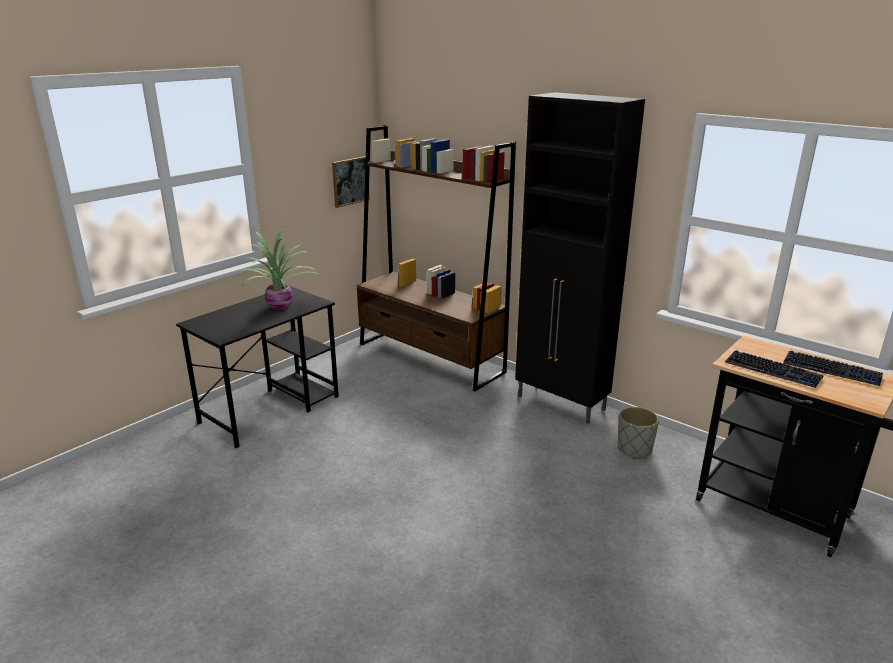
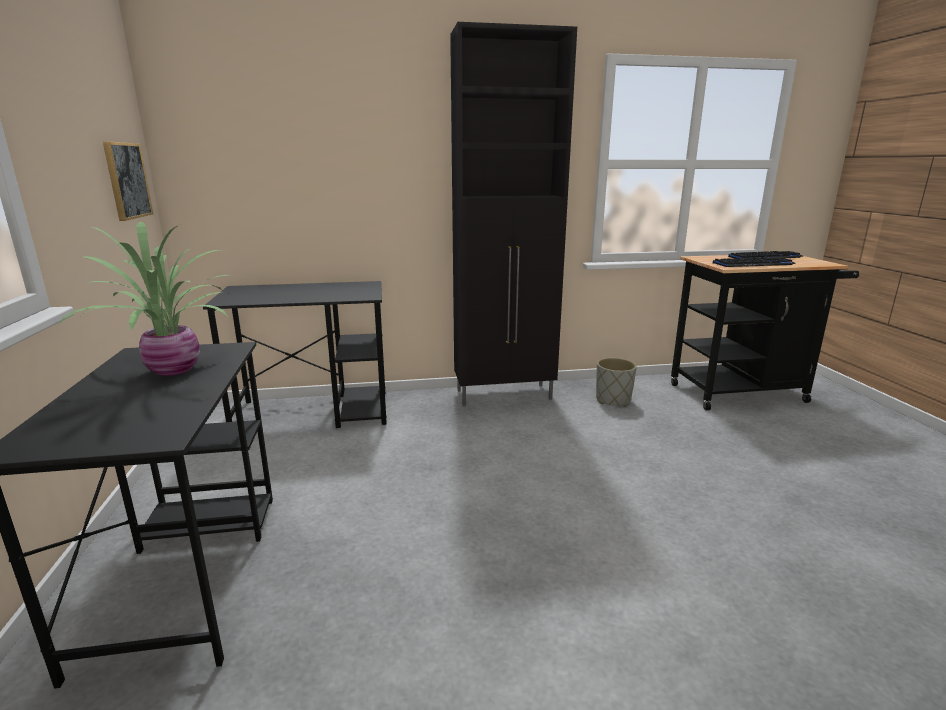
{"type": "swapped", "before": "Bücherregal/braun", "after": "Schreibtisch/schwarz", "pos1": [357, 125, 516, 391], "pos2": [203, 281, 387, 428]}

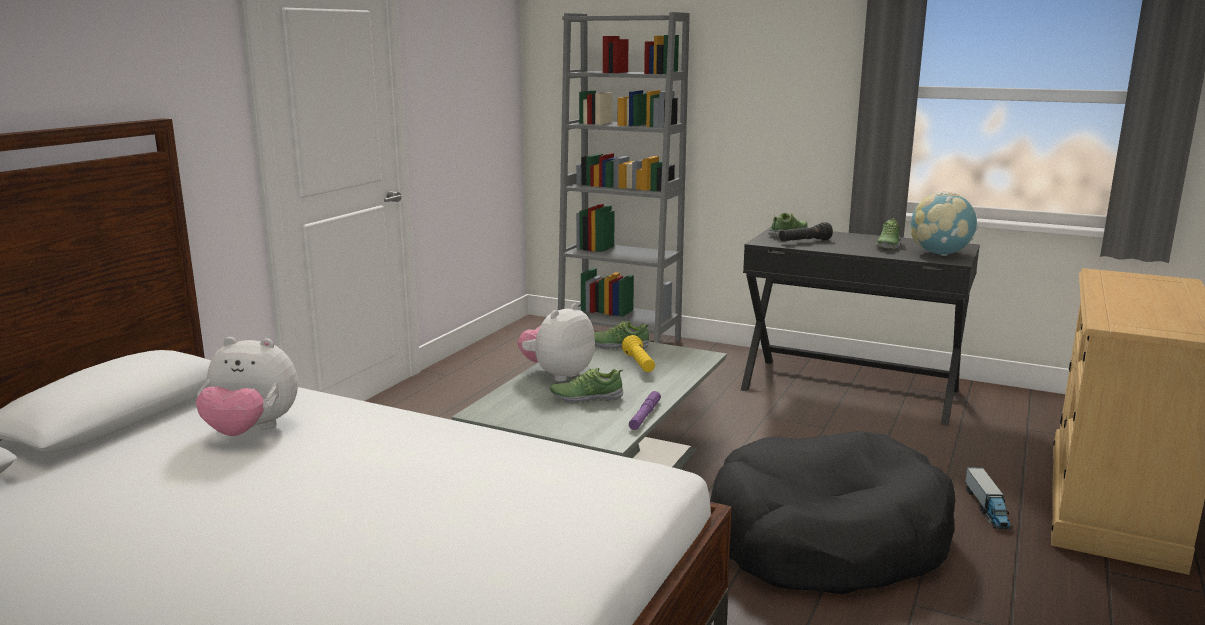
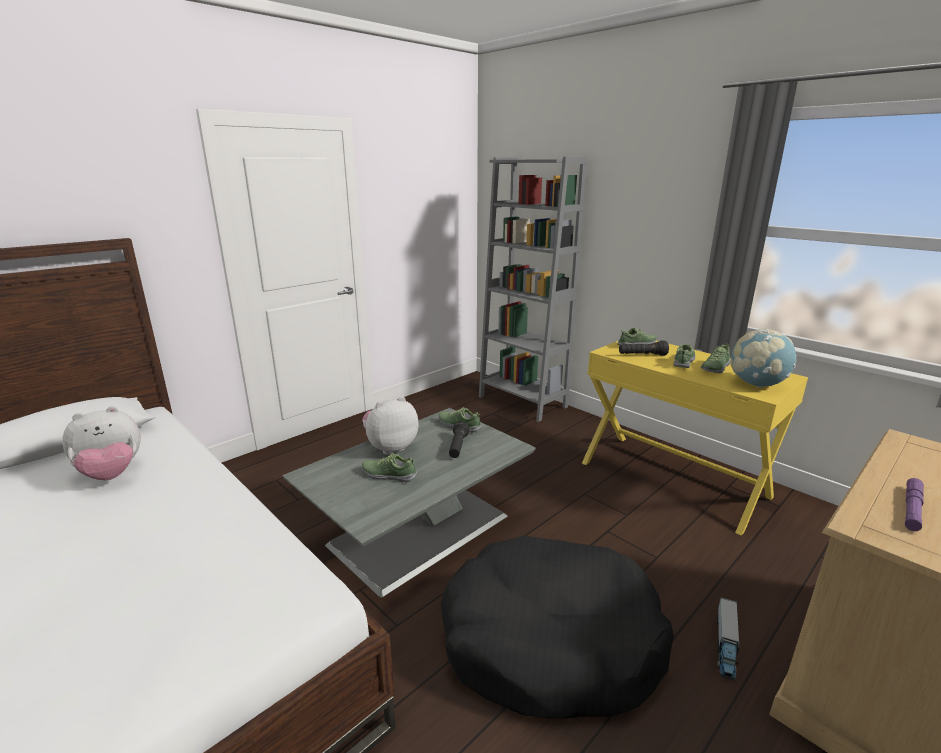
{"type": "repainted", "before": "Schreibtisch/schwarz", "after": "Schreibtisch/gelb", "pos1": [741, 227, 980, 426], "pos2": [582, 340, 808, 536]}
{"type": "repainted", "before": "Taschenlampe/gelb", "after": "Taschenlampe/schwarz", "pos1": [622, 335, 655, 372], "pos2": [449, 421, 469, 458]}
{"type": "rotated", "before": "Plüschtier", "pos1": [196, 337, 298, 436], "pos2": [62, 406, 141, 480], "turn": -60}
{"type": "shifted", "before": "Taschenlampe/lila", "pos1": [629, 391, 661, 430], "pos2": [905, 478, 924, 531]}
{"type": "new", "after": "Schuh", "pos2": [673, 344, 696, 368]}

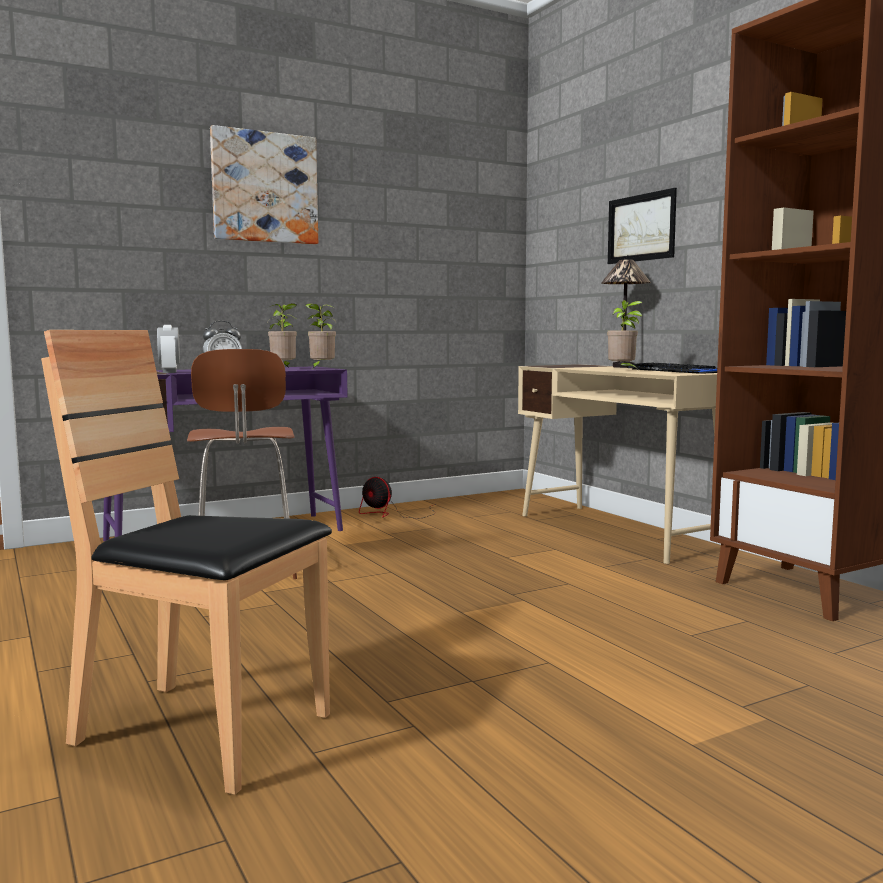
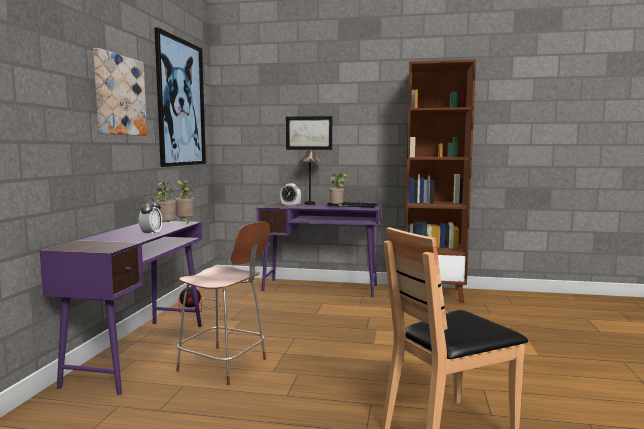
{"type": "shifted", "before": "Wecker", "pos1": [157, 325, 180, 373], "pos2": [280, 183, 301, 206]}
{"type": "repainted", "before": "Schreibtisch/beige", "after": "Schreibtisch/lila", "pos1": [518, 364, 717, 564], "pos2": [257, 203, 381, 297]}
{"type": "new", "after": "Bild", "pos2": [154, 27, 206, 167]}

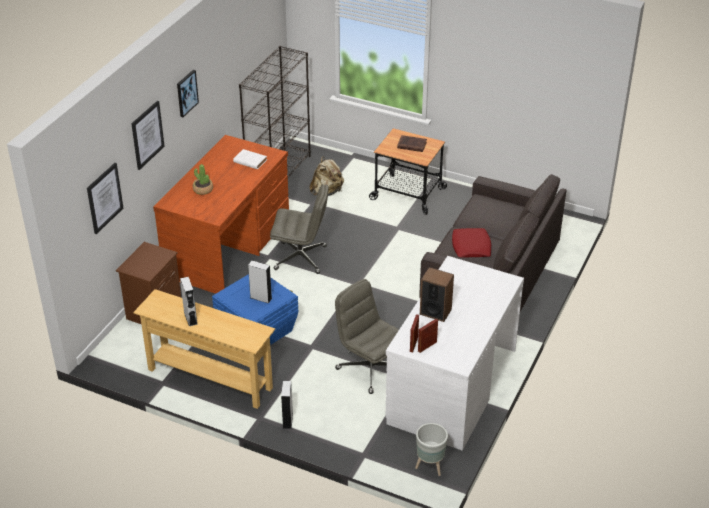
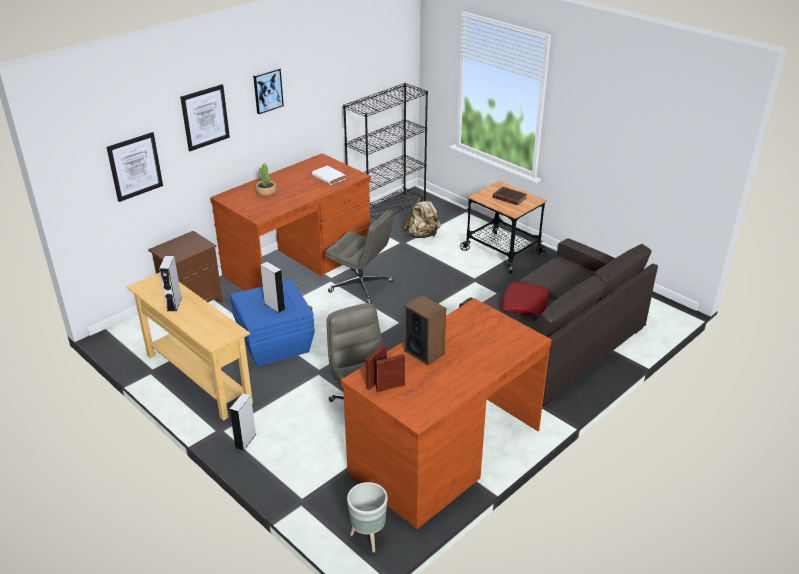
{"type": "repainted", "before": "Schreibtisch/weiß", "after": "Schreibtisch/braun", "pos1": [386, 256, 524, 450], "pos2": [341, 298, 552, 529]}

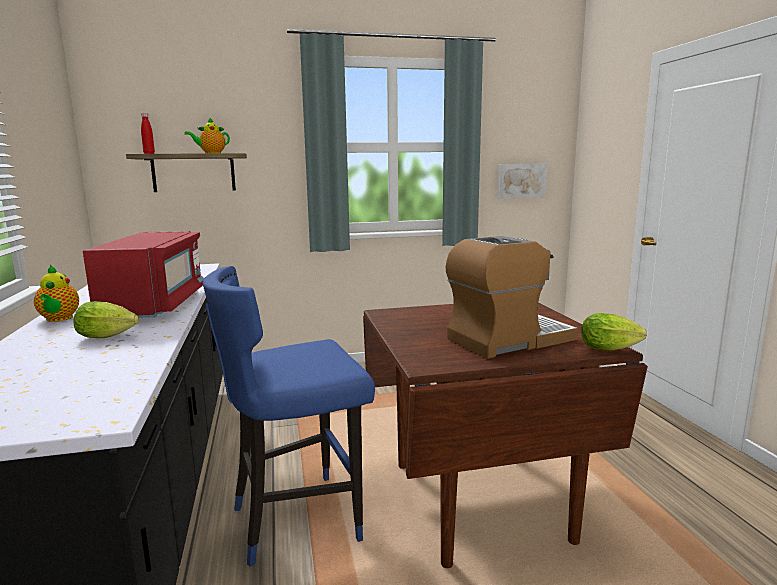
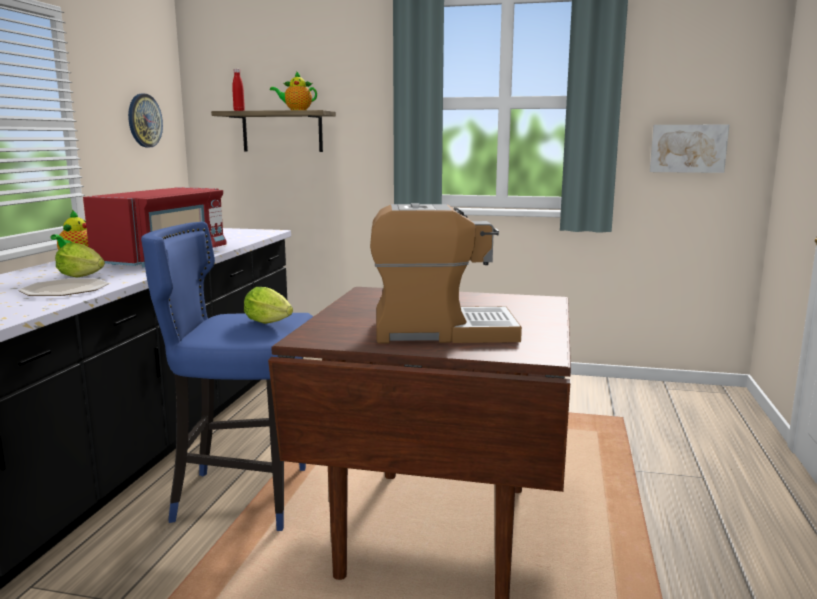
{"type": "shifted", "before": "Salatkopf", "pos1": [581, 313, 647, 351], "pos2": [244, 287, 293, 324]}
{"type": "new", "after": "Wanduhr", "pos2": [128, 94, 163, 147]}
{"type": "new", "after": "Teller", "pos2": [18, 278, 109, 296]}

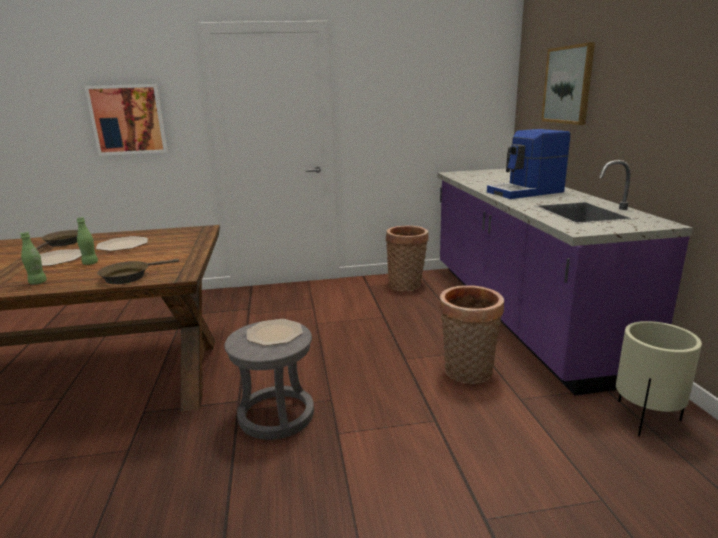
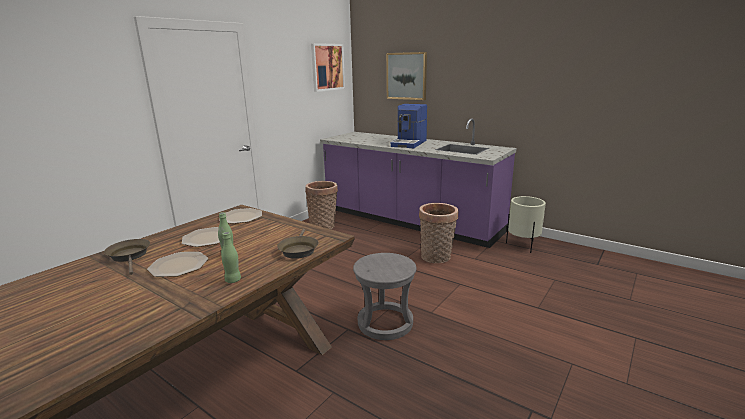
{"type": "shifted", "before": "Bild", "pos1": [84, 84, 168, 156], "pos2": [311, 43, 345, 92]}
{"type": "shifted", "before": "Teller", "pos1": [247, 319, 303, 346], "pos2": [219, 208, 262, 224]}

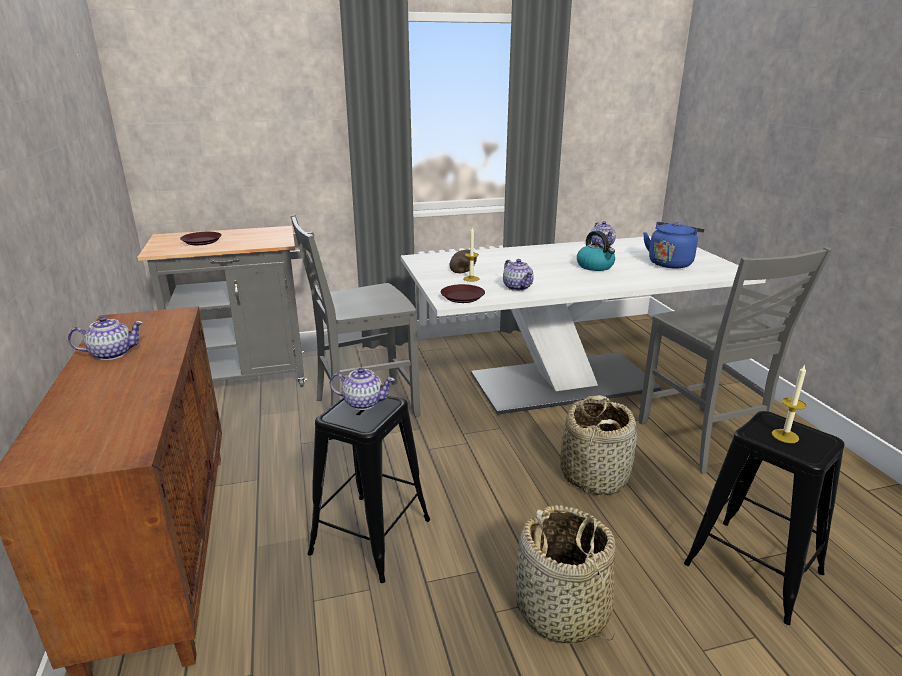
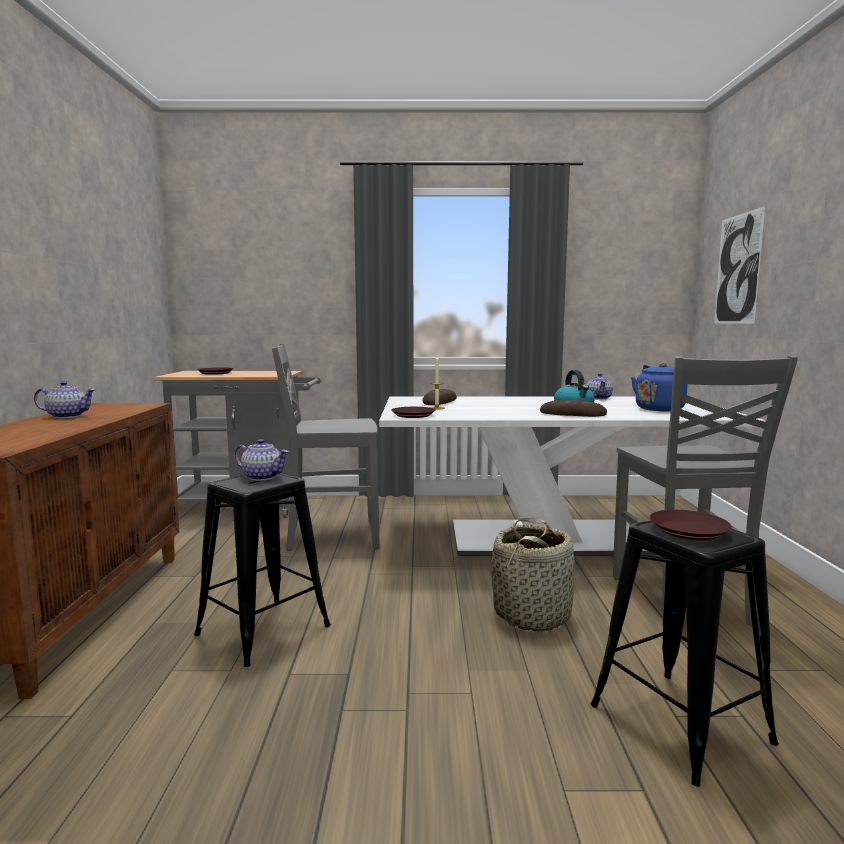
{"type": "gone", "before": "Teekanne", "pos1": [503, 259, 534, 291]}
{"type": "swapped", "before": "Kerze", "after": "Teller/braun", "pos1": [772, 364, 806, 443], "pos2": [650, 510, 732, 540]}
{"type": "gone", "before": "Korb", "pos1": [515, 505, 616, 644]}
{"type": "new", "after": "Bild", "pos2": [714, 206, 766, 324]}
{"type": "new", "after": "Brot", "pos2": [540, 400, 607, 417]}

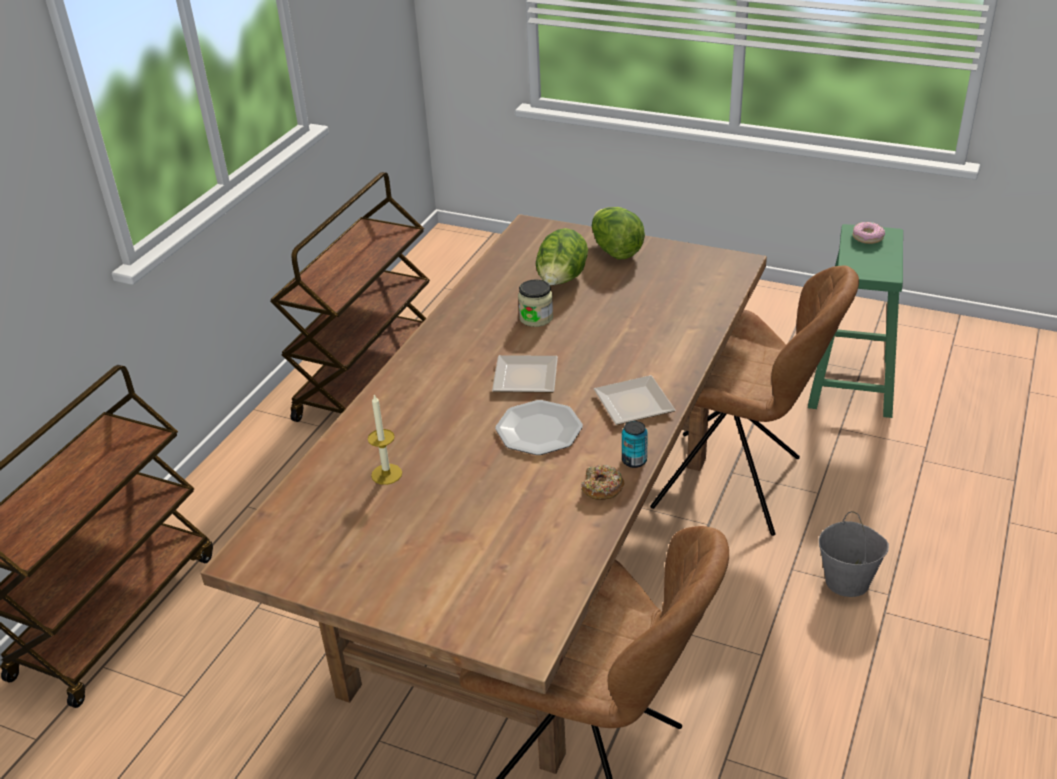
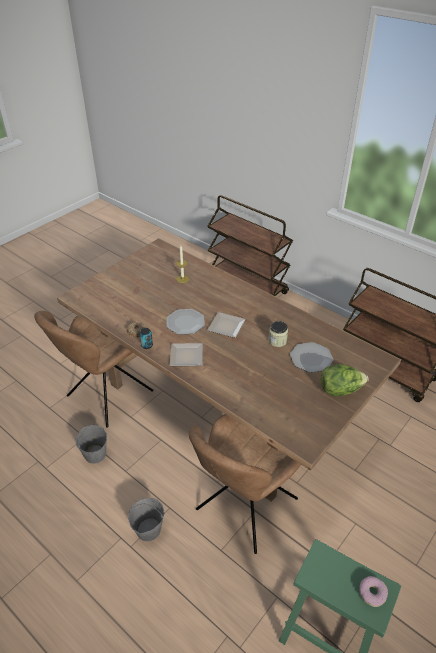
{"type": "swapped", "before": "Salatkopf", "after": "Teller", "pos1": [536, 228, 588, 285], "pos2": [290, 342, 333, 373]}
{"type": "new", "after": "Eimer/grau", "pos2": [76, 424, 107, 464]}

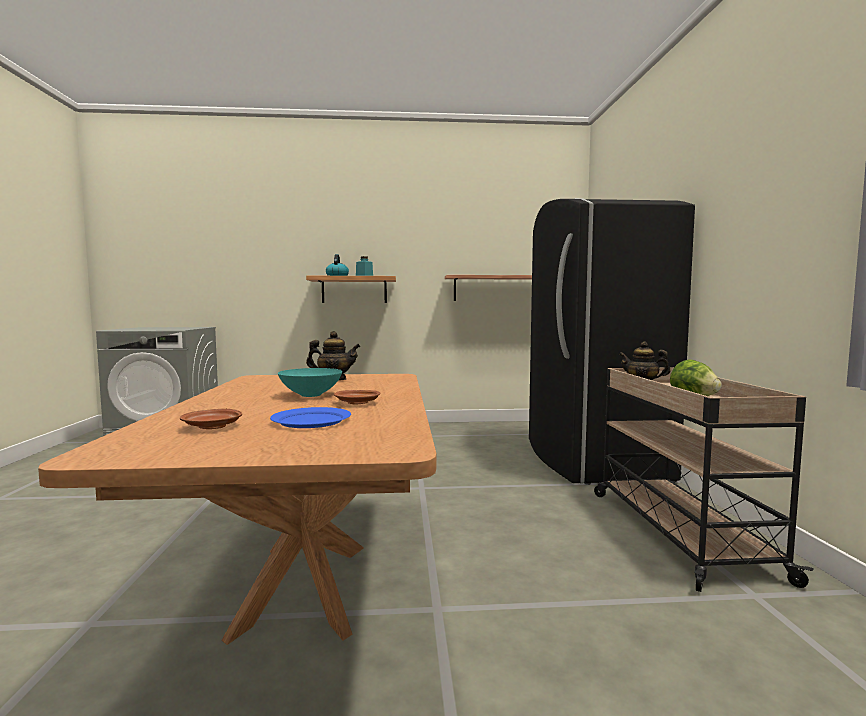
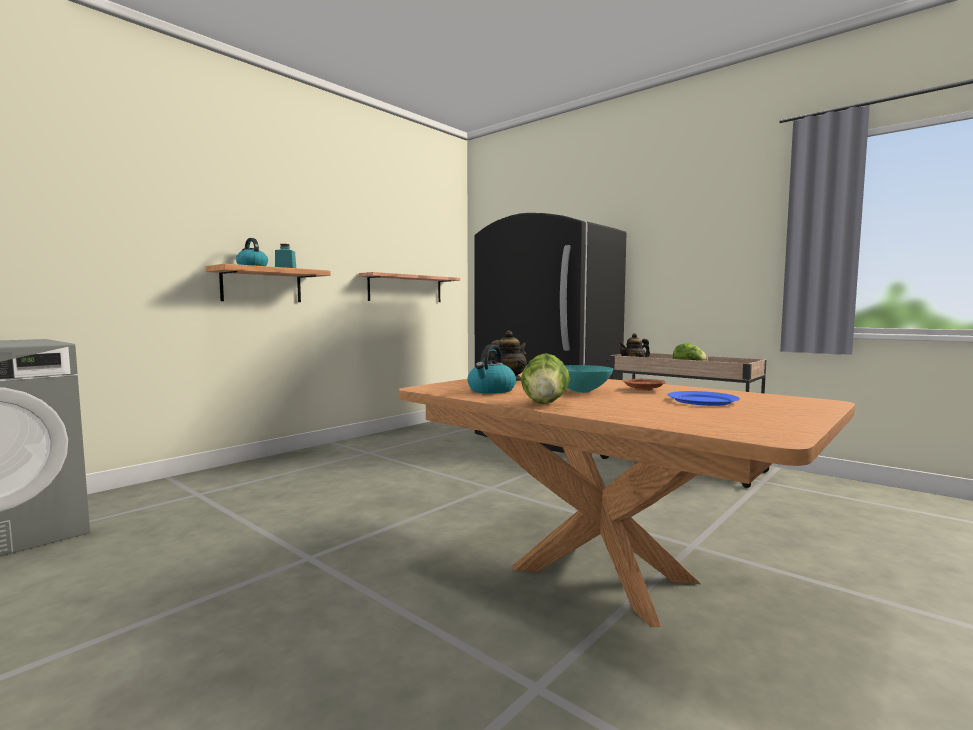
{"type": "gone", "before": "Teller/braun", "pos1": [180, 409, 242, 429]}
{"type": "new", "after": "Wasserkessel", "pos2": [467, 344, 516, 394]}
{"type": "new", "after": "Salatkopf", "pos2": [521, 353, 570, 404]}

